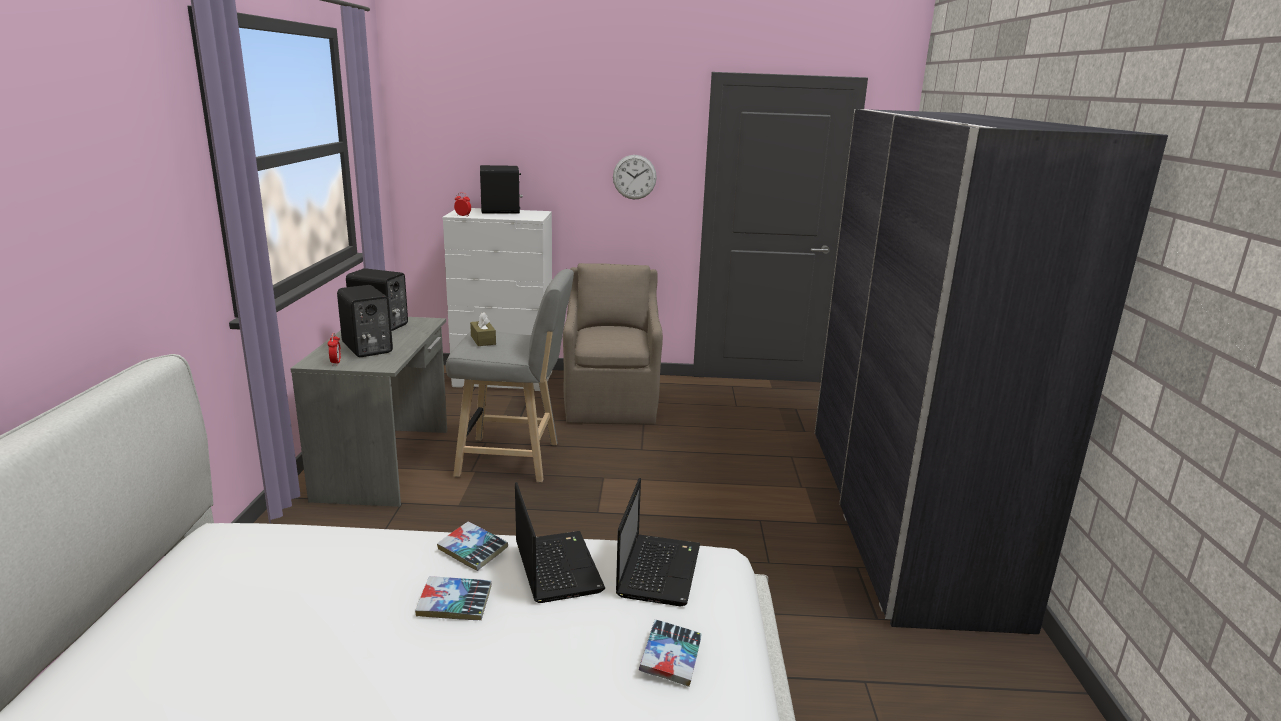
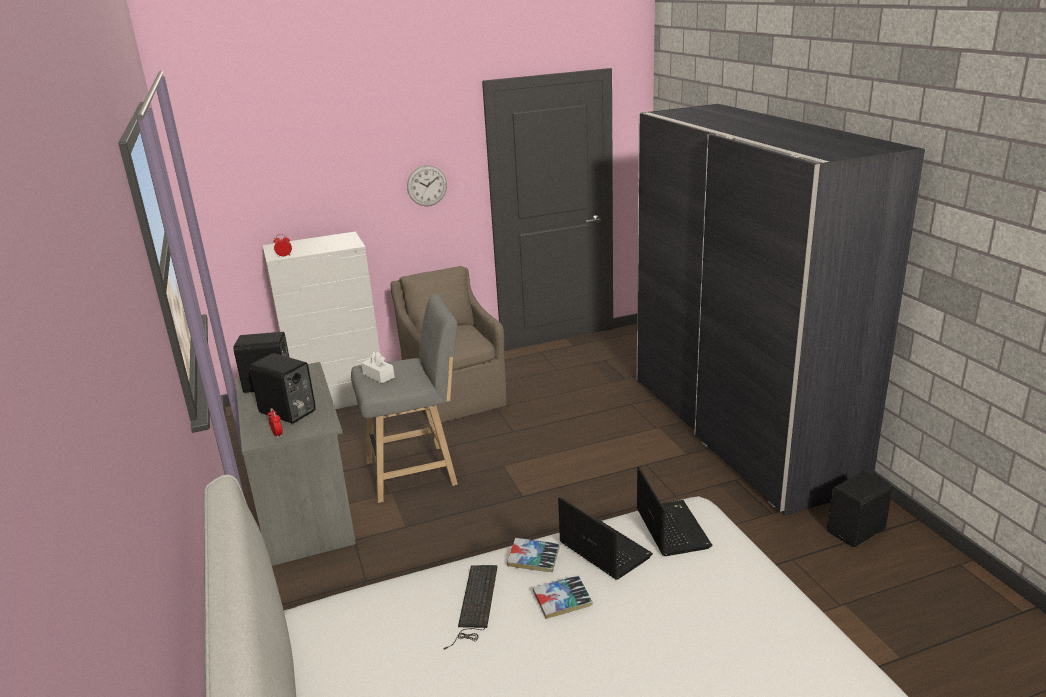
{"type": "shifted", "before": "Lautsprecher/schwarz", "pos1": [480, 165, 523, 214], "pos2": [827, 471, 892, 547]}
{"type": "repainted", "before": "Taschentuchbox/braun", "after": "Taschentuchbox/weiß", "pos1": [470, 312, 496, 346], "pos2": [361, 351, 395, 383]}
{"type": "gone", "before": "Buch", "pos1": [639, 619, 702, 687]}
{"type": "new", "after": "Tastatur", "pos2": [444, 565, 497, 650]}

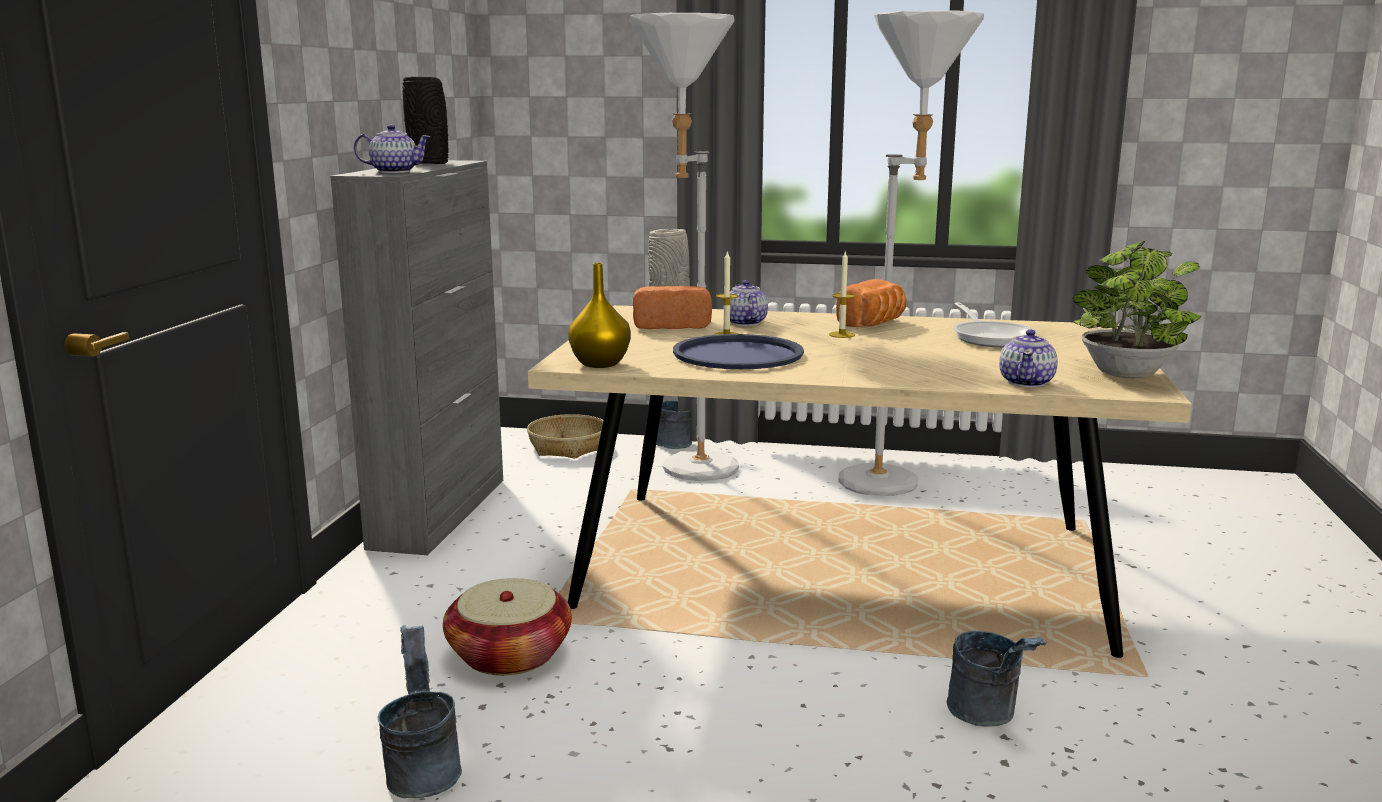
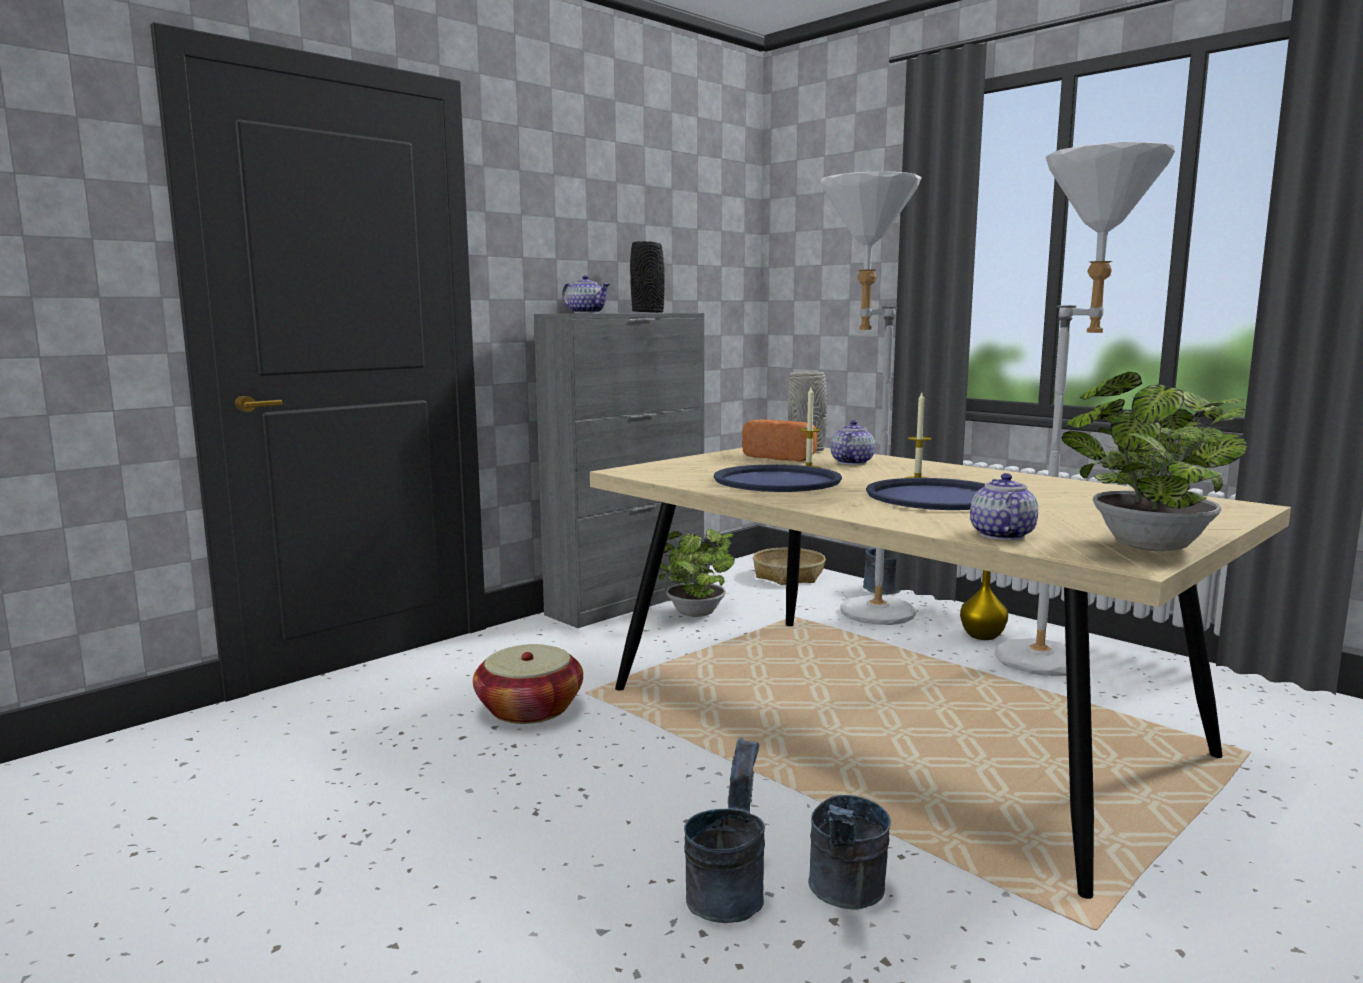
{"type": "shifted", "before": "Vase/gelb", "pos1": [568, 263, 631, 368], "pos2": [960, 570, 1008, 640]}
{"type": "gone", "before": "Brot", "pos1": [836, 279, 906, 327]}
{"type": "gone", "before": "Pfanne", "pos1": [953, 302, 1037, 347]}
{"type": "rotated", "before": "Teekanne", "pos1": [999, 329, 1058, 388], "pos2": [970, 473, 1038, 540], "turn": 135}
{"type": "shifted", "before": "Eimer/grau", "pos1": [377, 625, 462, 798], "pos2": [684, 737, 765, 923]}
{"type": "new", "after": "Tablett/blau", "pos2": [866, 478, 985, 510]}
{"type": "new", "after": "Topfpflanze", "pos2": [646, 529, 735, 617]}

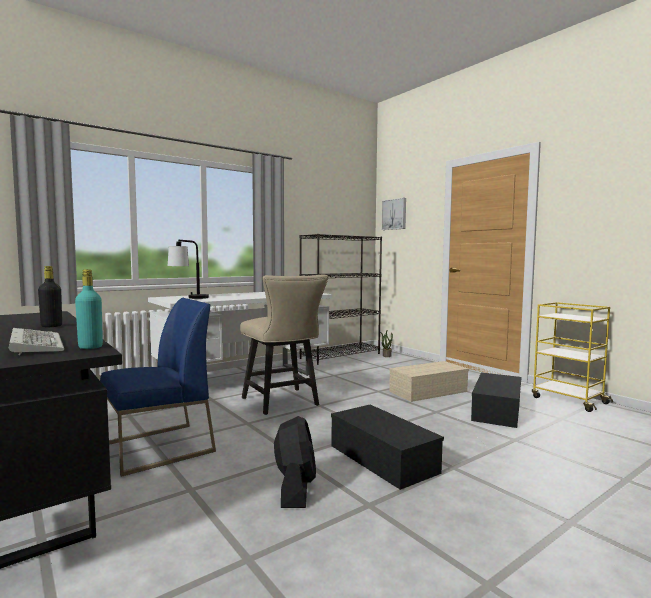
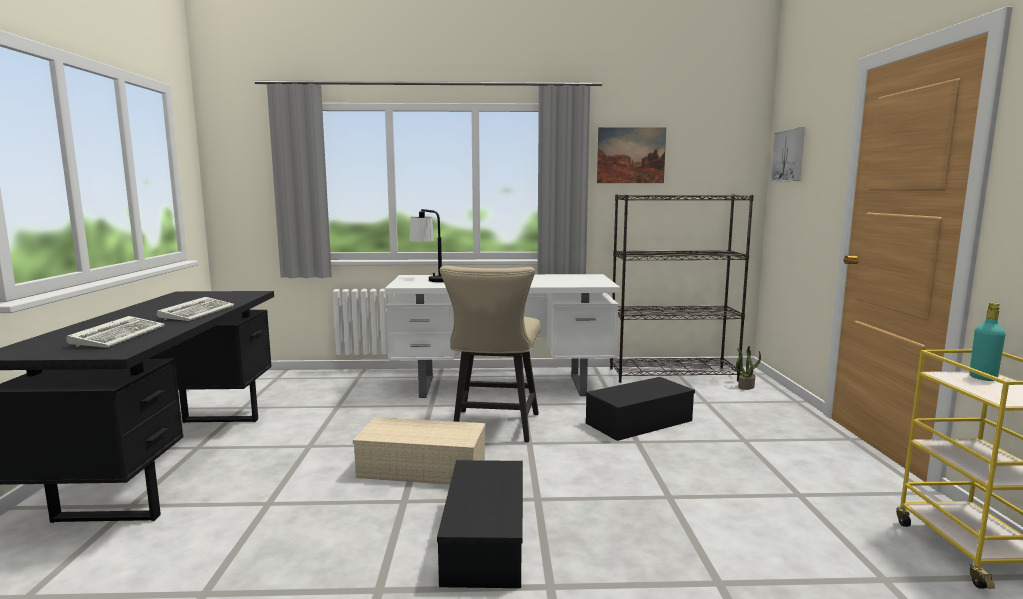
{"type": "swapped", "before": "Flasche/schwarz", "after": "Tastatur", "pos1": [38, 266, 62, 327], "pos2": [157, 297, 234, 321]}
{"type": "shifted", "before": "Flasche/türkis", "pos1": [75, 269, 103, 349], "pos2": [970, 302, 1006, 381]}
{"type": "gone", "before": "Stuhl/blau", "pos1": [100, 298, 216, 477]}
{"type": "shifted", "before": "Aufbewahrungsbox/beige", "pos1": [389, 361, 469, 402], "pos2": [353, 417, 486, 485]}
{"type": "shifted", "before": "Aufbewahrungsbox/schwarz", "pos1": [471, 373, 521, 428], "pos2": [586, 377, 695, 441]}
{"type": "gone", "before": "Ventilator/schwarz", "pos1": [274, 416, 316, 508]}
{"type": "new", "after": "Bild", "pos2": [597, 127, 666, 183]}

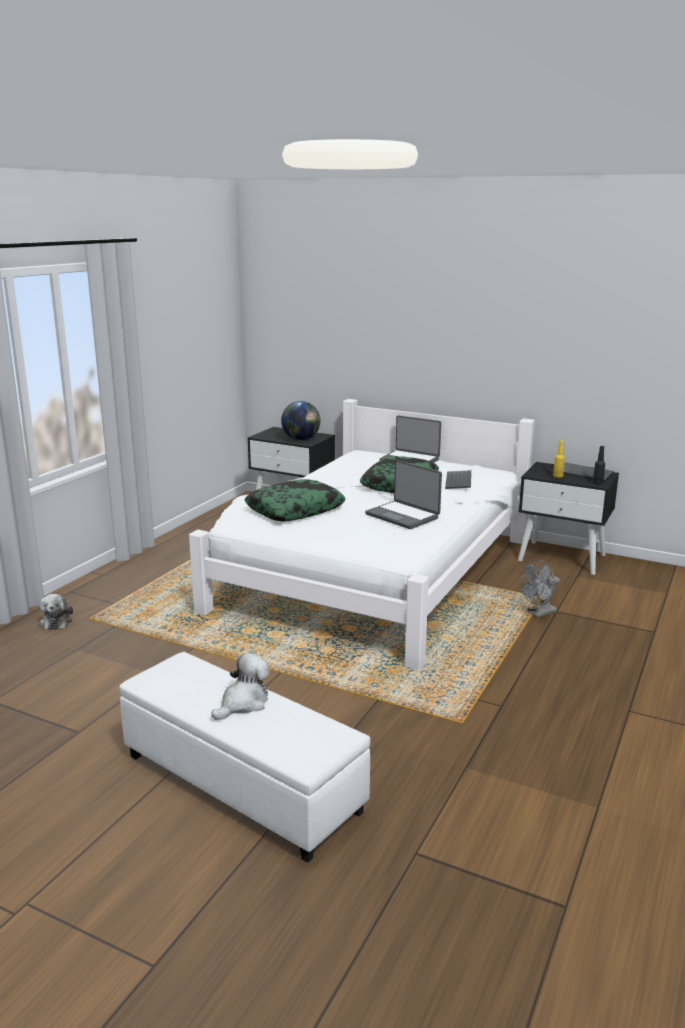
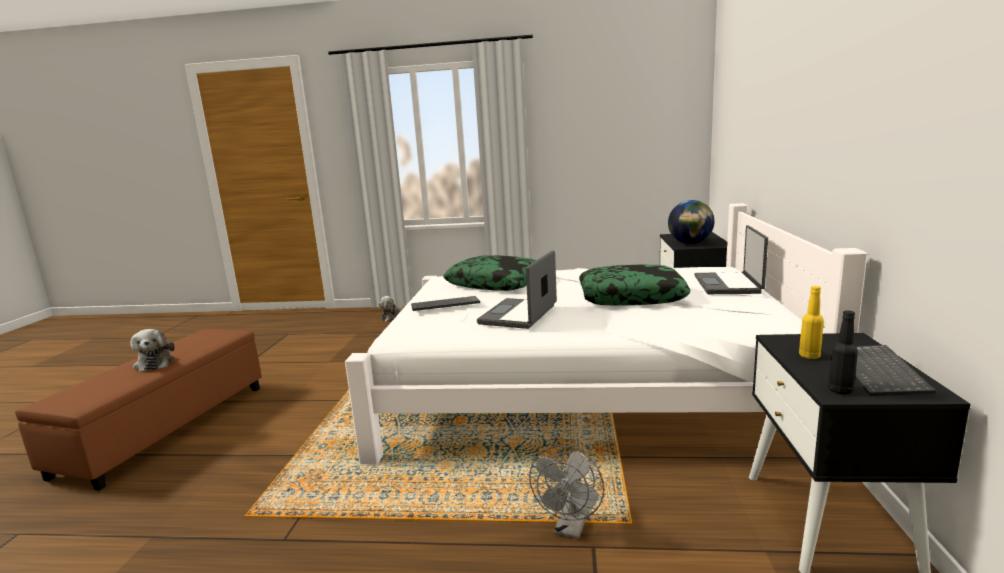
{"type": "shifted", "before": "Tastatur", "pos1": [445, 470, 471, 489], "pos2": [411, 296, 480, 311]}
{"type": "rotated", "before": "Ventilator/grau", "pos1": [521, 559, 560, 618], "pos2": [529, 446, 604, 539], "turn": -105}
{"type": "repainted", "before": "Polsterhocker/weiß", "after": "Polsterhocker/braun", "pos1": [119, 652, 370, 863], "pos2": [15, 328, 262, 491]}
{"type": "rotated", "before": "Plüschtier", "pos1": [211, 653, 269, 720], "pos2": [130, 329, 175, 372], "turn": 45}

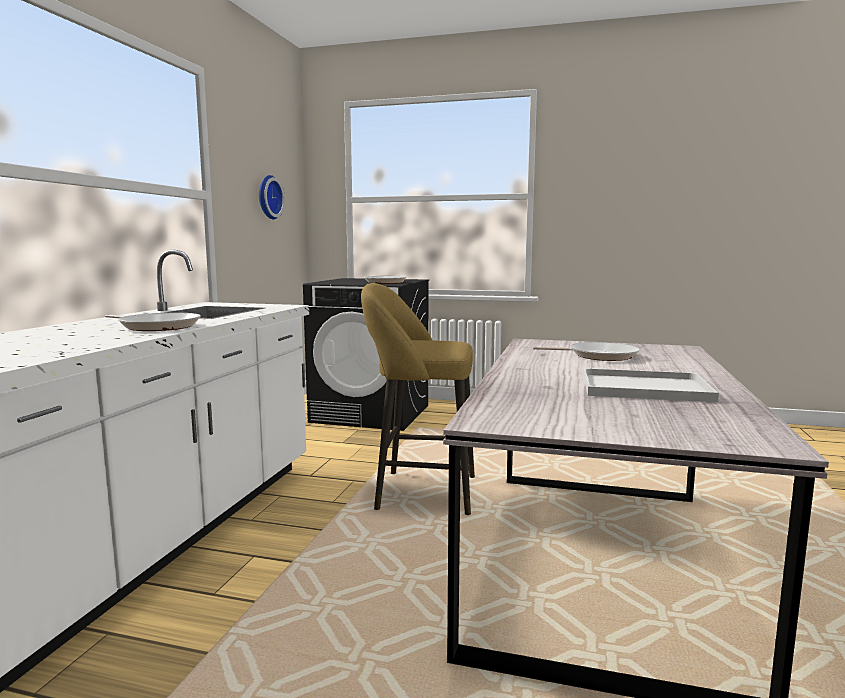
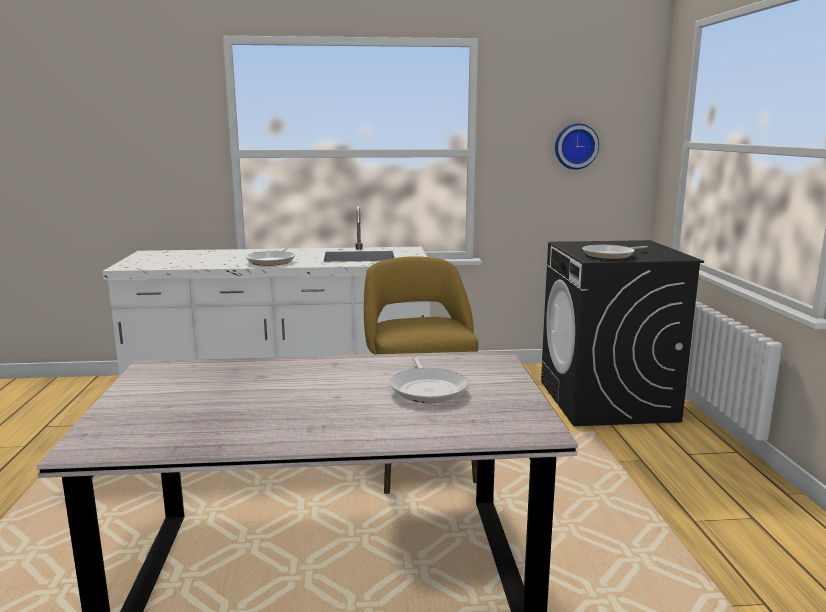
{"type": "gone", "before": "Tablett/weiß", "pos1": [583, 368, 719, 402]}

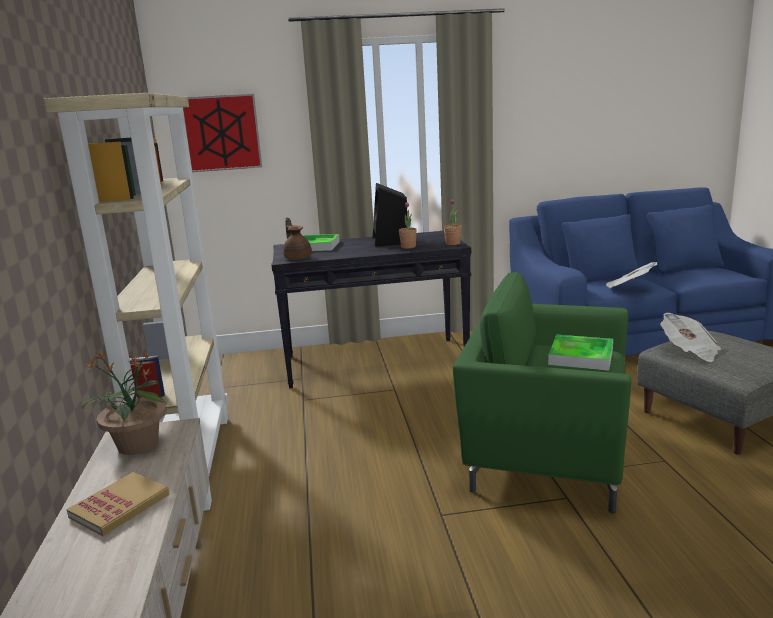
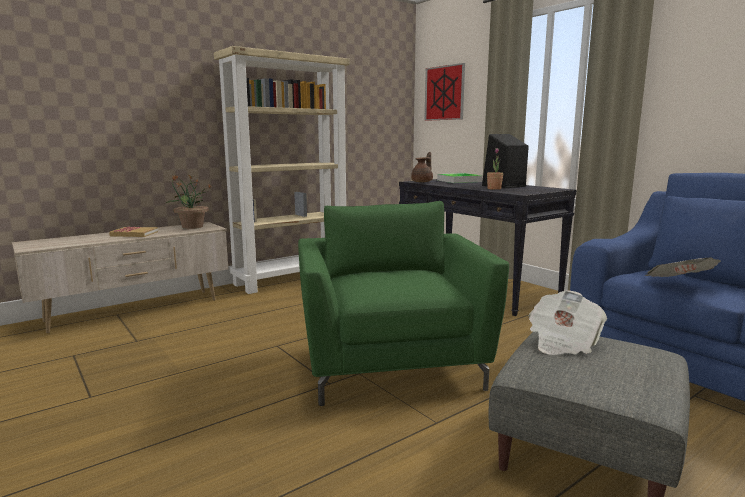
{"type": "gone", "before": "Topfpflanze", "pos1": [444, 199, 461, 245]}
{"type": "gone", "before": "Tablett", "pos1": [548, 335, 613, 371]}

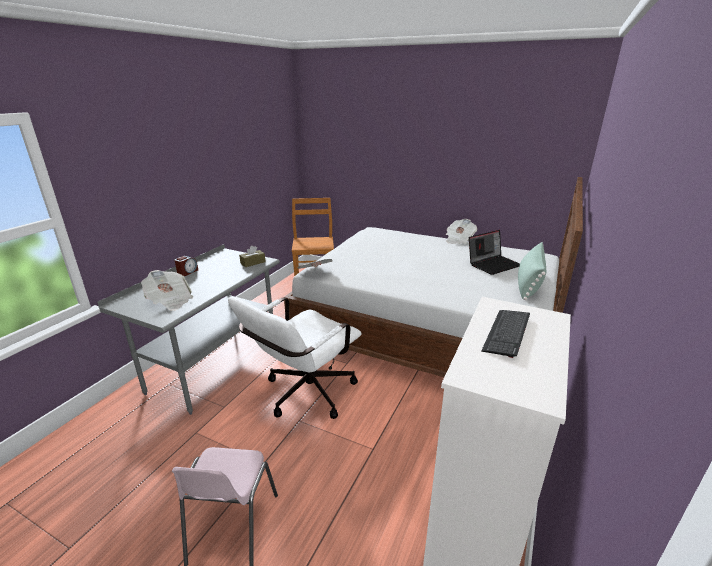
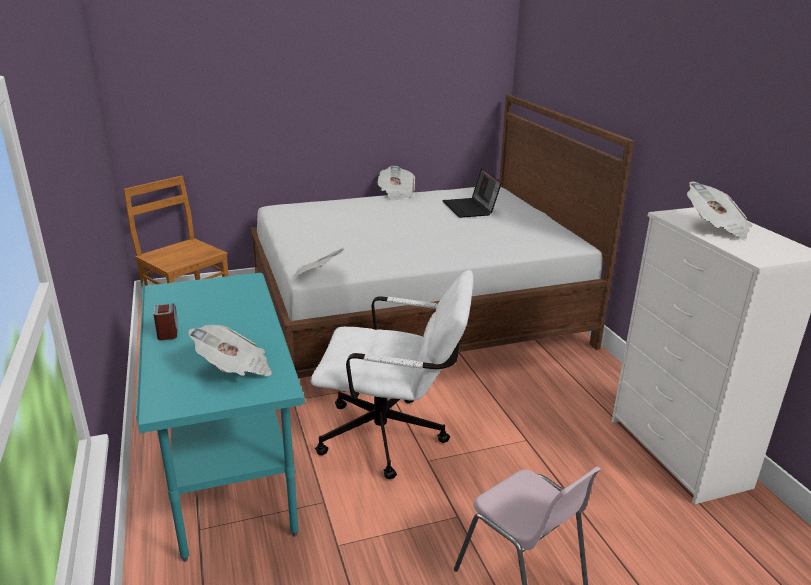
{"type": "rotated", "before": "Laptop", "pos1": [469, 230, 520, 275], "pos2": [442, 168, 502, 218], "turn": 150}
{"type": "gone", "before": "Kissen/grün", "pos1": [518, 242, 547, 300]}
{"type": "repainted", "before": "Schreibtisch/grau", "after": "Schreibtisch/türkis", "pos1": [97, 244, 280, 415], "pos2": [136, 273, 305, 562]}
{"type": "gone", "before": "Taschentuchbox/braun", "pos1": [239, 246, 266, 267]}
{"type": "rotated", "before": "Bürostuhl/weiß", "pos1": [228, 297, 361, 419], "pos2": [311, 270, 473, 479], "turn": -75}
{"type": "swapped", "before": "Tastatur", "after": "Zeitung", "pos1": [481, 310, 530, 358], "pos2": [687, 182, 752, 240]}

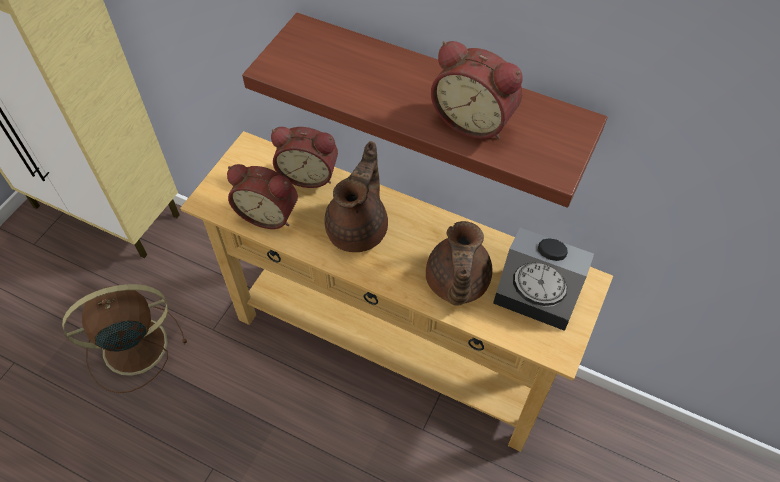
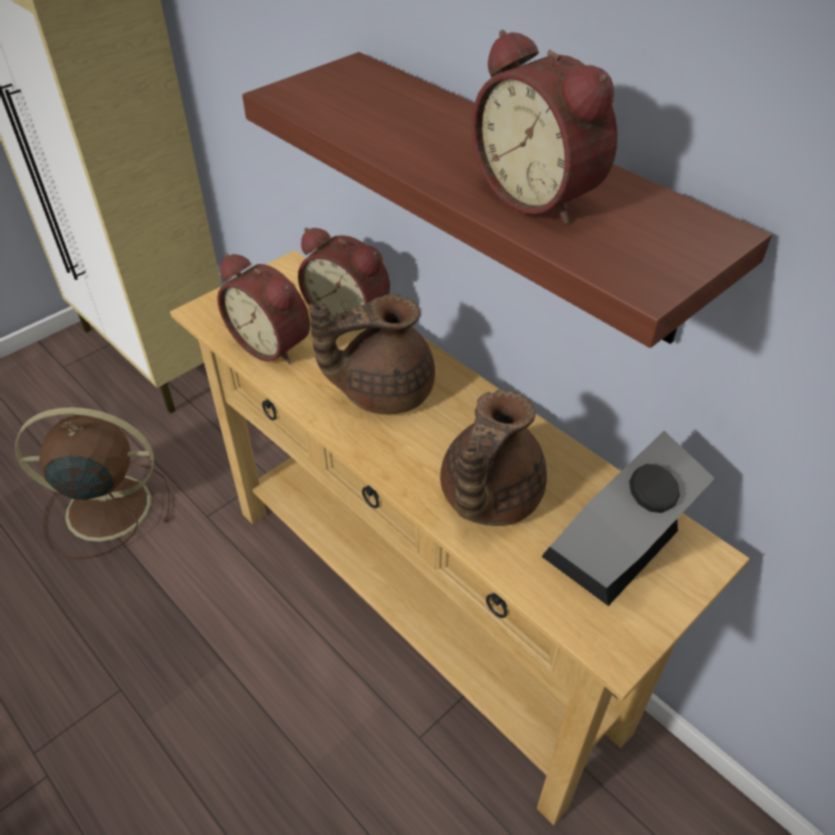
{"type": "rotated", "before": "Teekanne/braun", "pos1": [324, 141, 388, 252], "pos2": [309, 294, 435, 415], "turn": -150}
{"type": "rotated", "before": "Wecker", "pos1": [493, 228, 594, 331], "pos2": [541, 431, 715, 606], "turn": 90}

